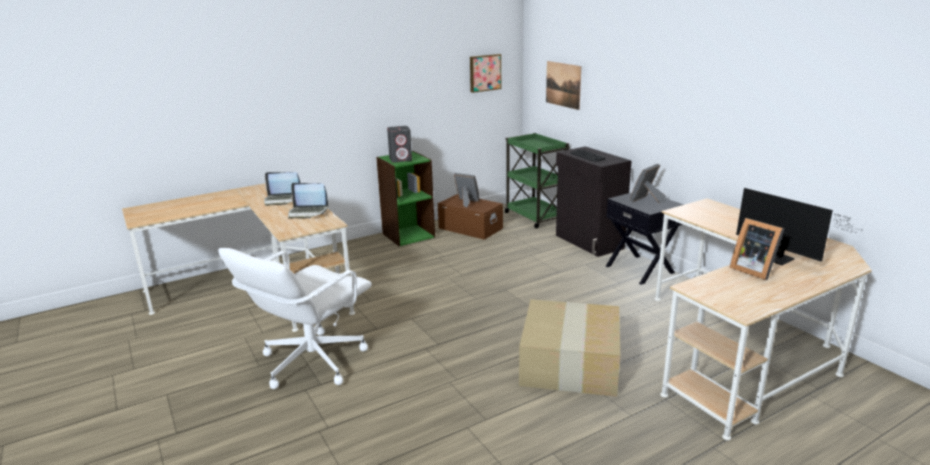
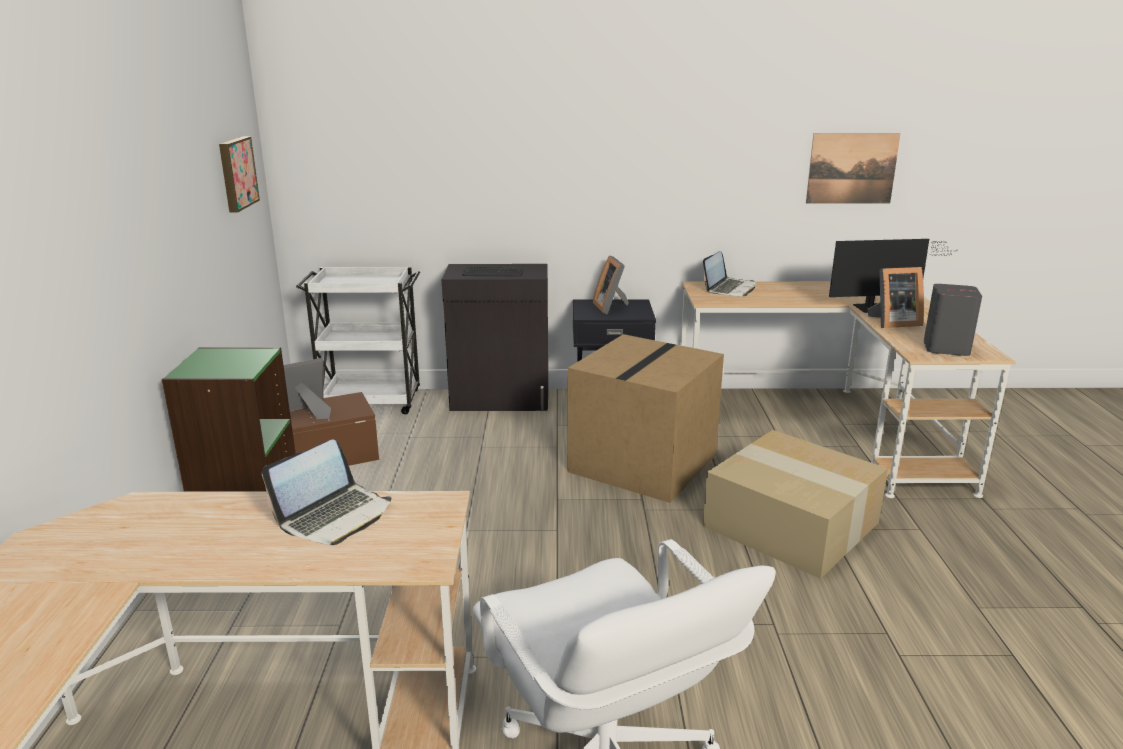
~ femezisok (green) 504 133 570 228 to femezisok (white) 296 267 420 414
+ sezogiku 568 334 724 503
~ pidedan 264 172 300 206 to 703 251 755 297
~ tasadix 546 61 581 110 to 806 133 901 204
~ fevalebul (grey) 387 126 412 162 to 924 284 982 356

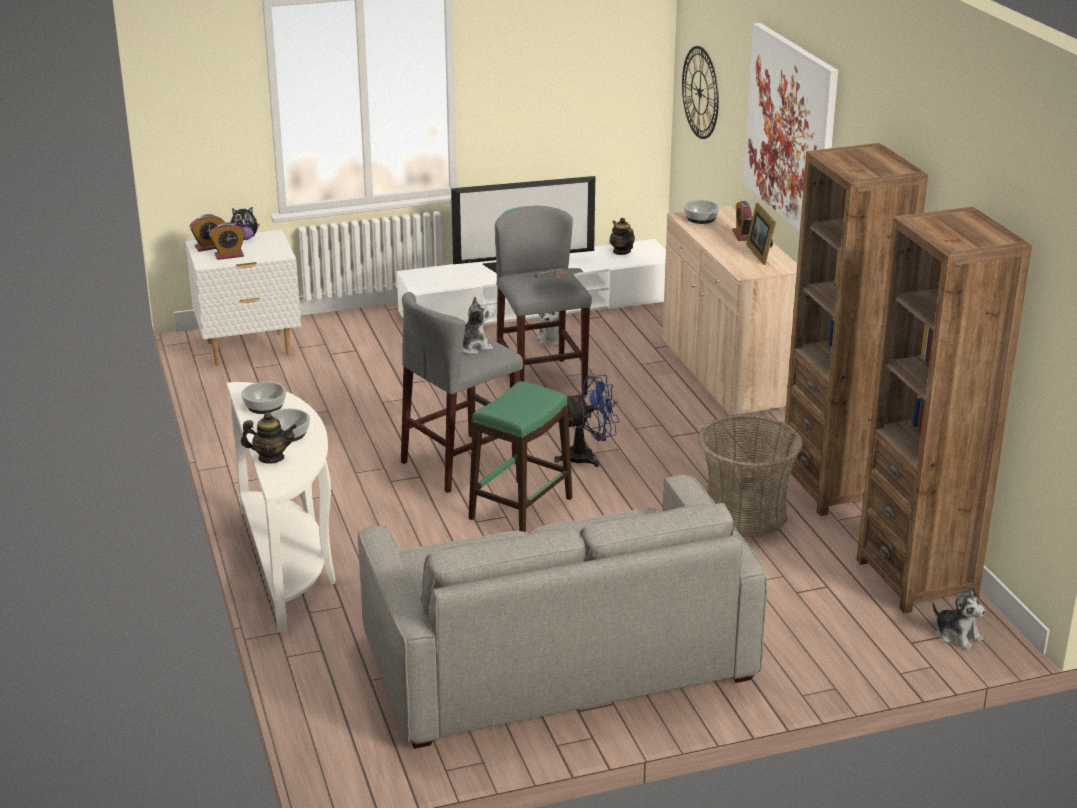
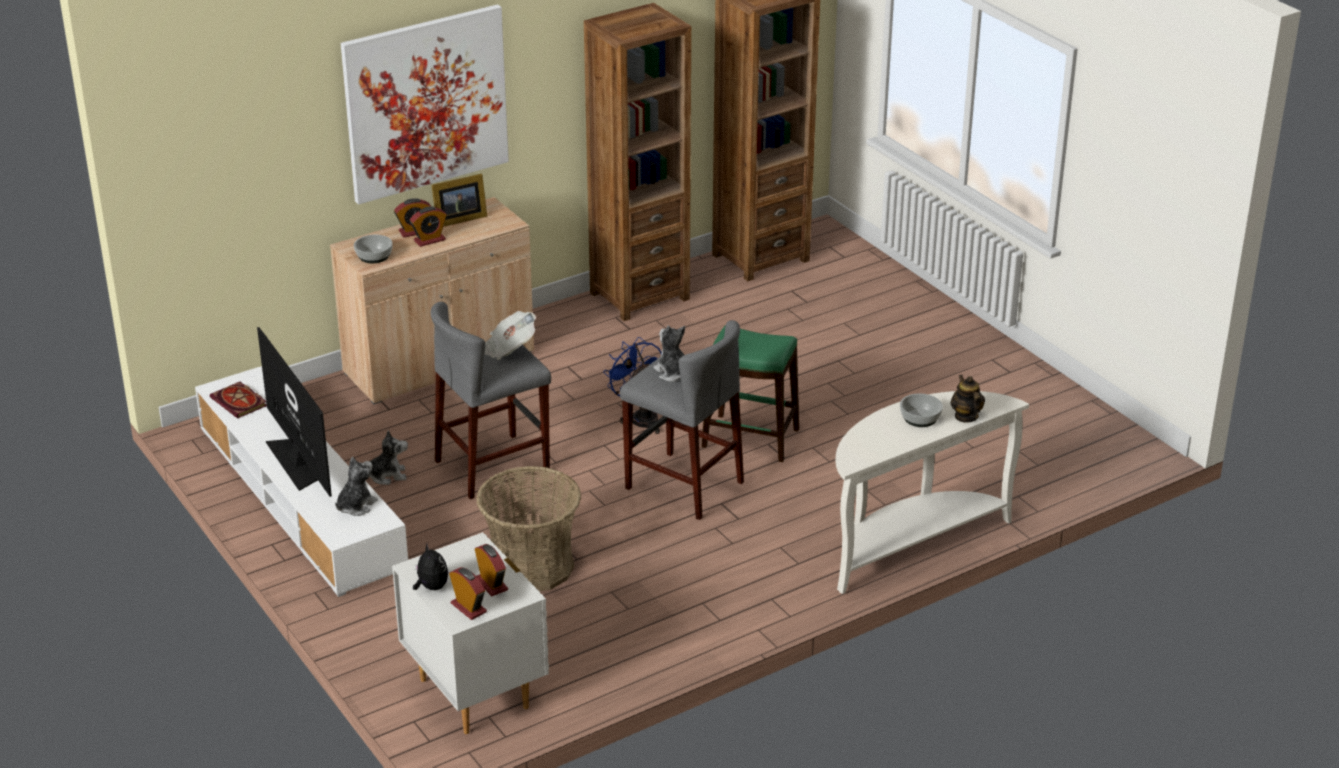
~ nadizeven 610 218 635 255 to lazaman 210 382 267 419
~ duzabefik 933 586 986 650 to 335 457 378 516
+ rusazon 410 207 447 247
~ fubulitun 698 415 803 537 to 476 466 581 591
- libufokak 241 382 286 414
- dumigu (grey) 358 474 767 749
- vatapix 682 46 719 139

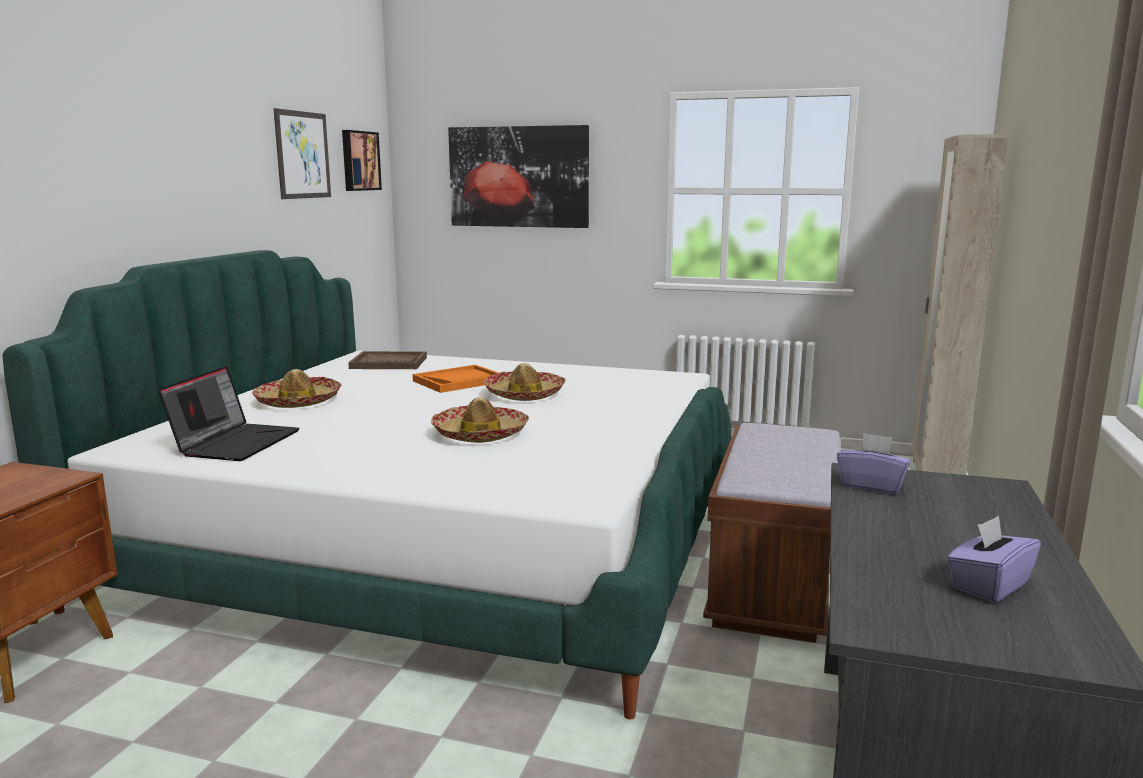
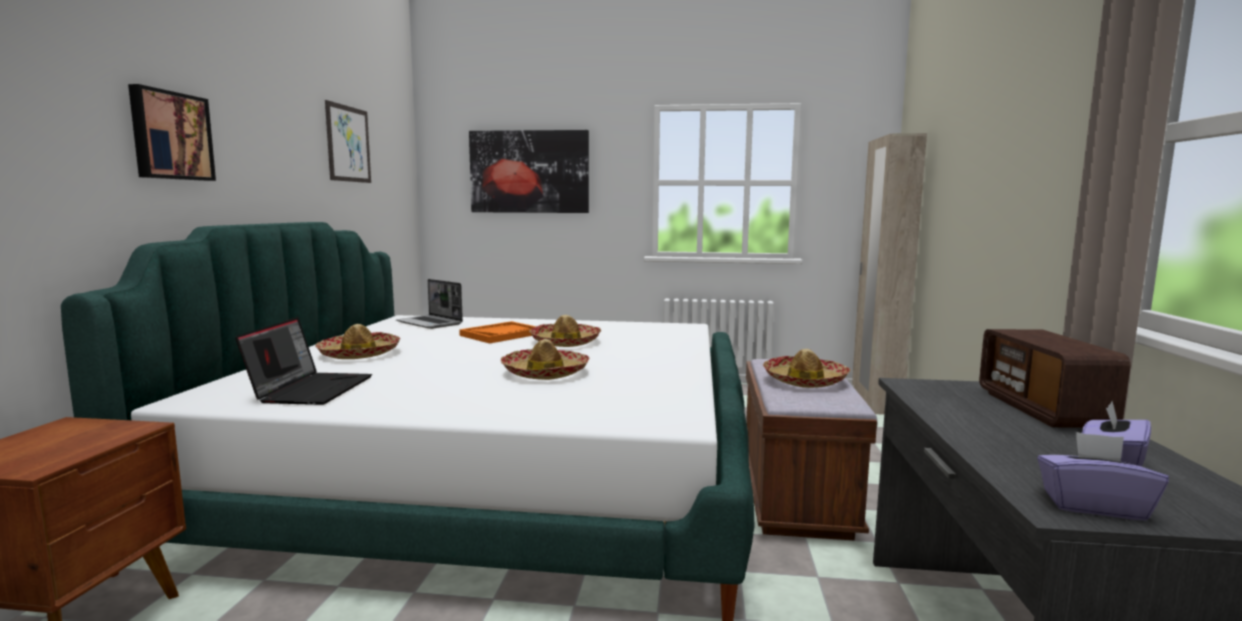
~ tasadix 342 130 382 191 to 128 84 216 181
~ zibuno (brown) 348 351 427 369 to pidedan 396 279 463 329
+ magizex 763 349 850 388
+ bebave 979 329 1131 428
~ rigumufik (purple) 837 433 911 494 to 1037 432 1169 521

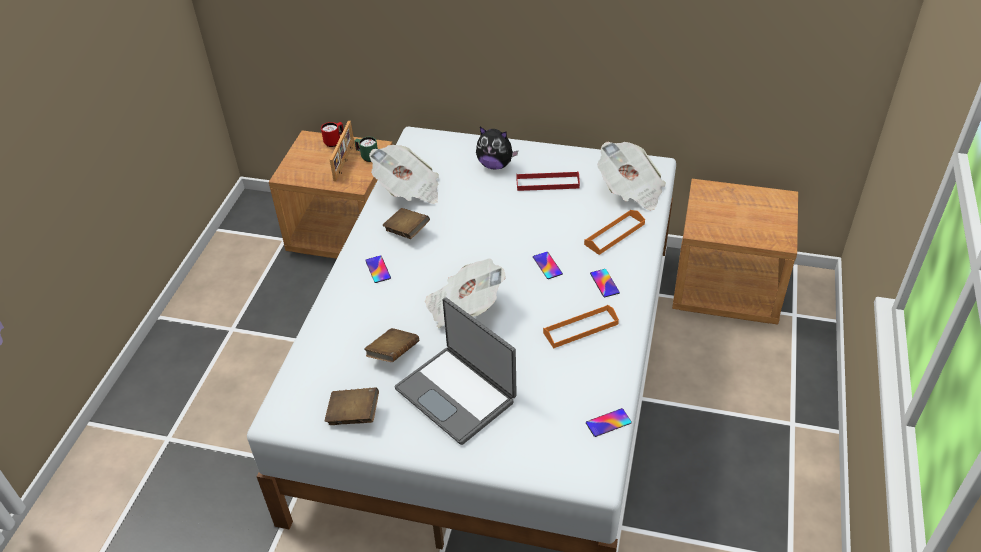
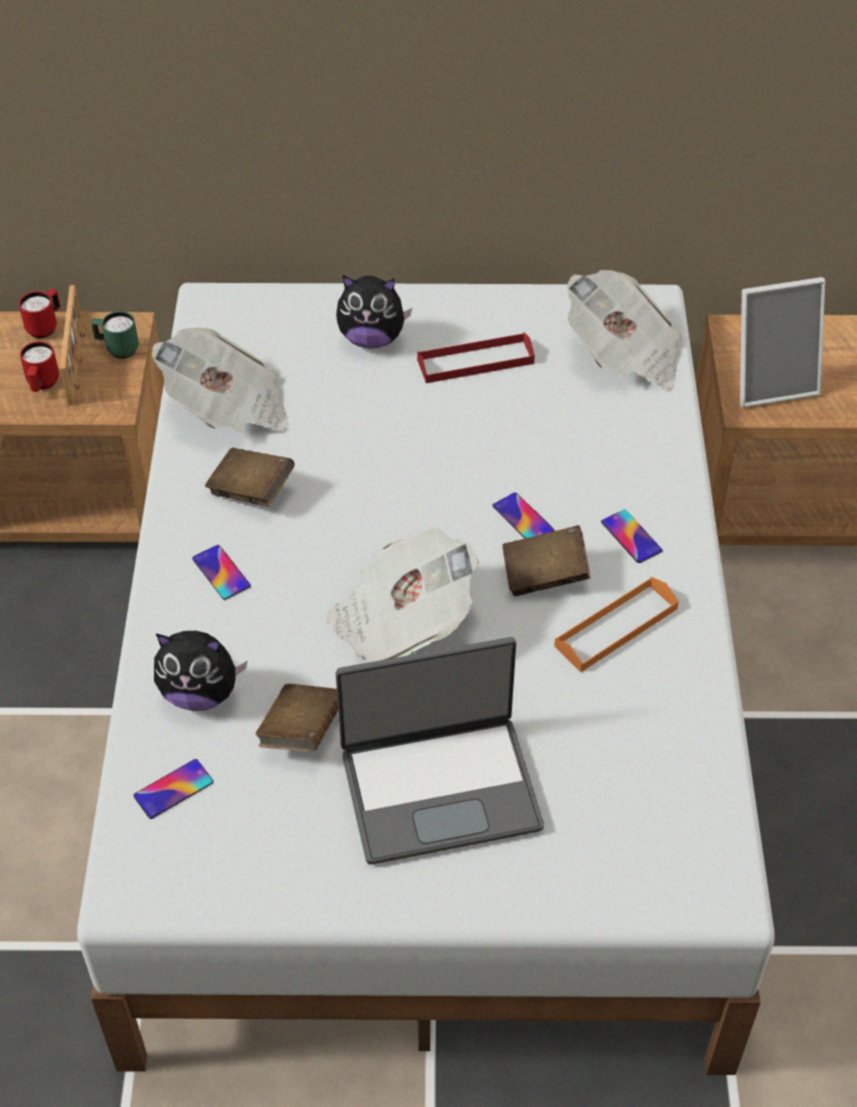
+ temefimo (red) 20 341 59 392
~ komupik 586 408 632 437 to 134 759 213 819
+ duzabefik 154 631 247 711
~ pidedan 395 298 517 445 = 335 637 544 865 45 degrees counterclockwise
~ lazaman (brown) 325 387 379 425 to 502 525 590 596
+ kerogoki 740 277 825 408
- zibuno (orange) 584 210 645 255

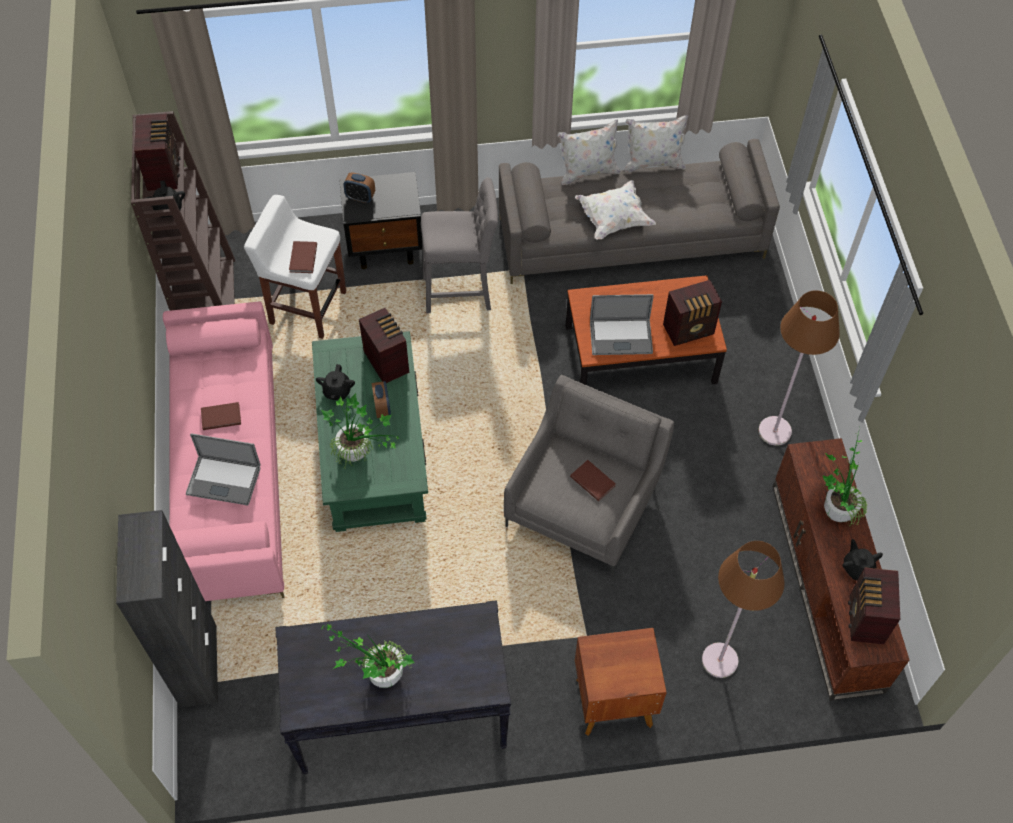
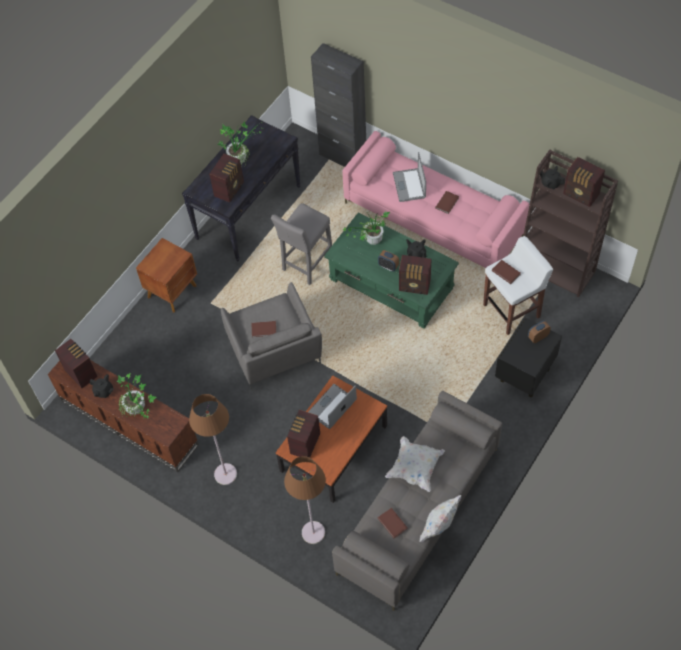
+ bebave 209 153 244 203
~ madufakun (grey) 421 177 498 313 to 271 203 332 285
~ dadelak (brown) 702 541 785 678 to 284 456 326 544
+ lazaman (brown) 378 508 408 539
~ pidedan 186 433 260 505 = 393 152 426 202 60 degrees counterclockwise
- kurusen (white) 558 119 620 185

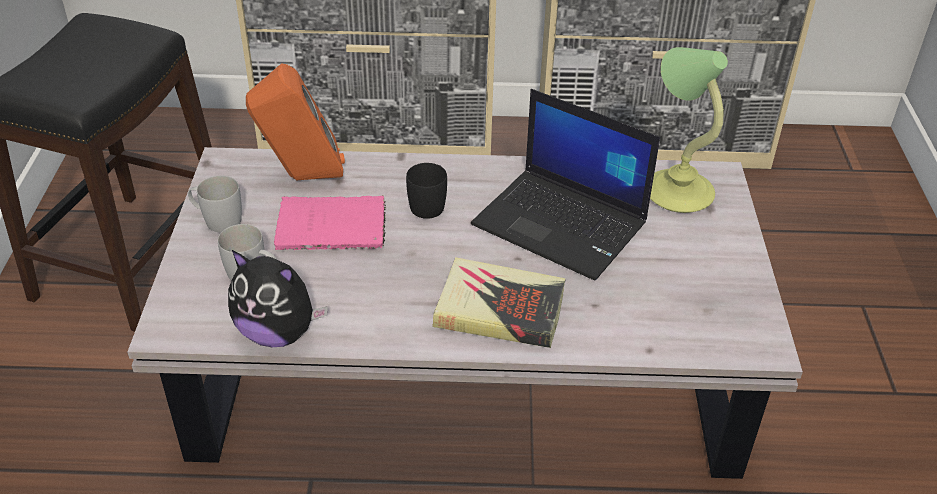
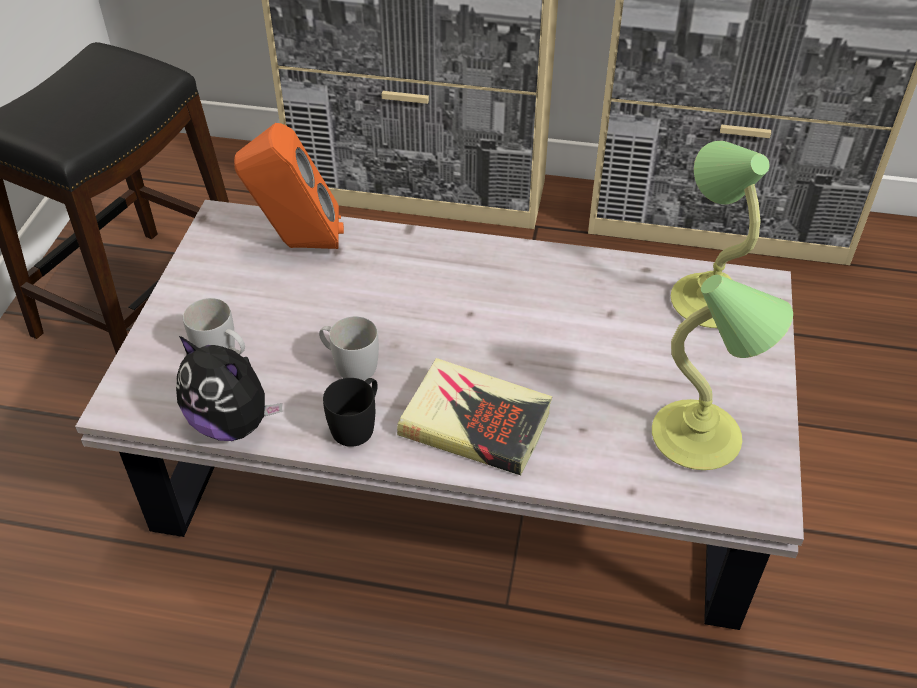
~ temefimo (white) 188 176 242 232 to 319 316 379 381
~ temefimo (black) 406 163 447 219 to 323 378 378 447
+ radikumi 652 275 793 470
- lazaman (pink) 274 195 386 250
- pidedan 471 89 660 281

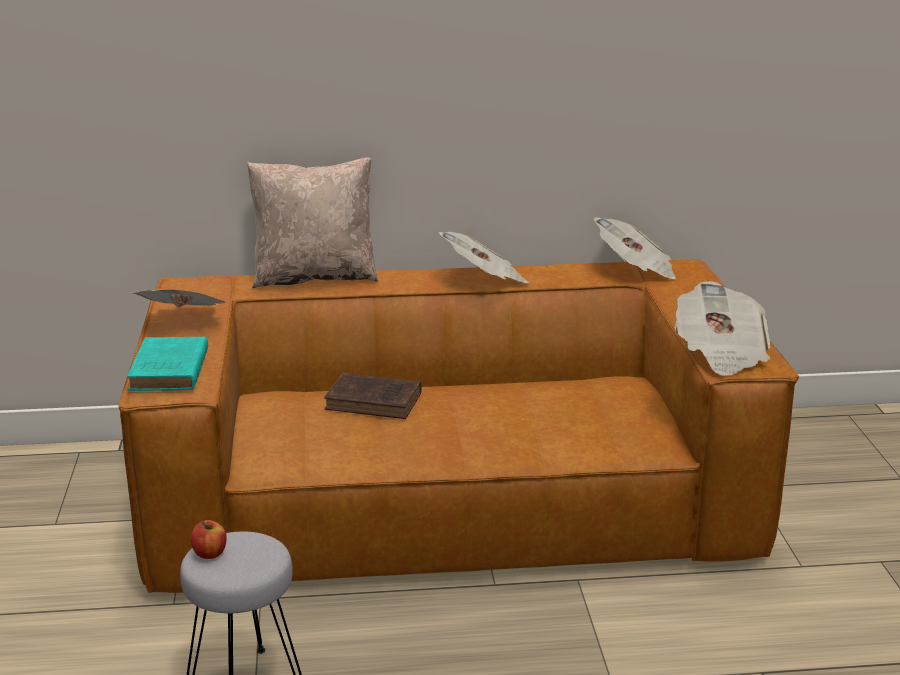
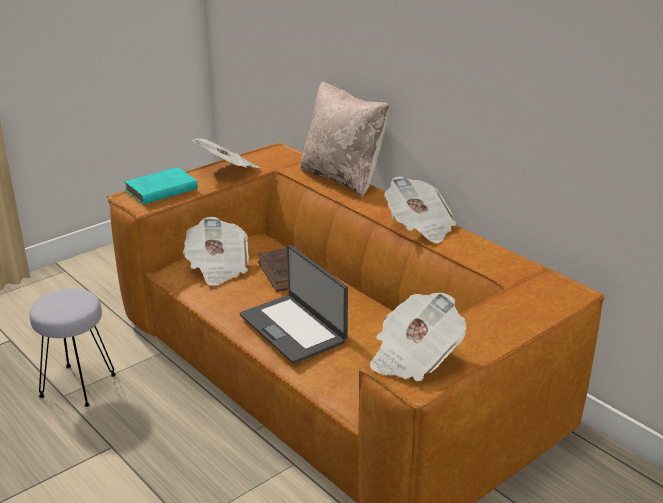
~ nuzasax 594 217 676 279 to 183 217 249 286
+ pidedan 240 245 348 364
- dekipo 191 520 227 559

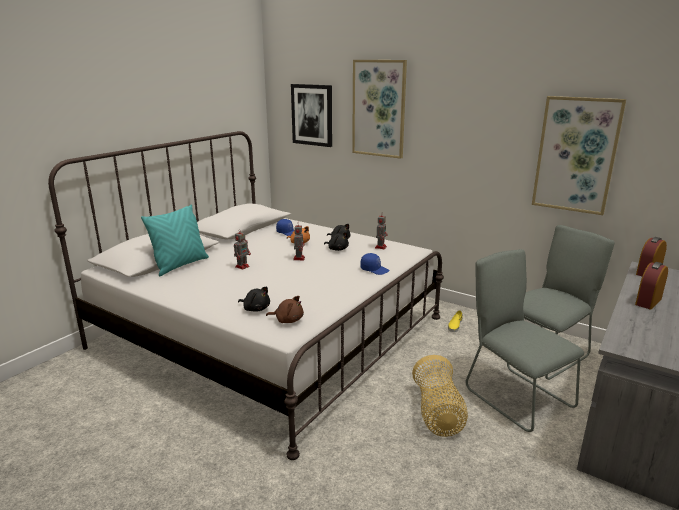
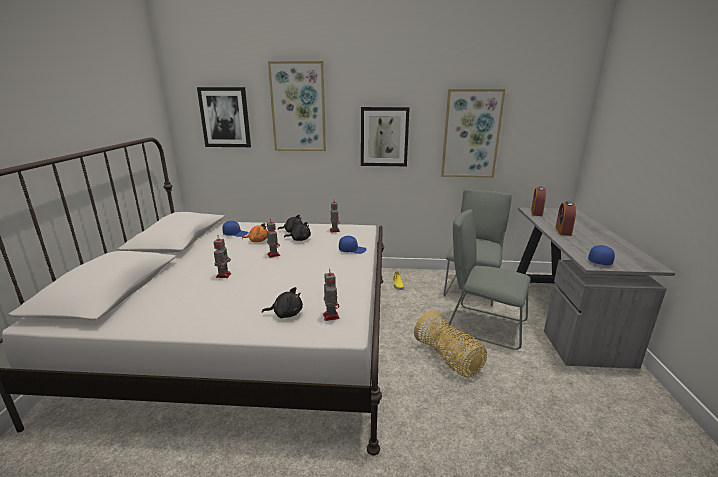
~ duzabefik (brown) 266 296 304 323 to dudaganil 323 269 339 321
+ tasadix 361 107 410 166
+ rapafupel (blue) 588 245 615 265
- kurusen (turquoise) 141 204 209 276

